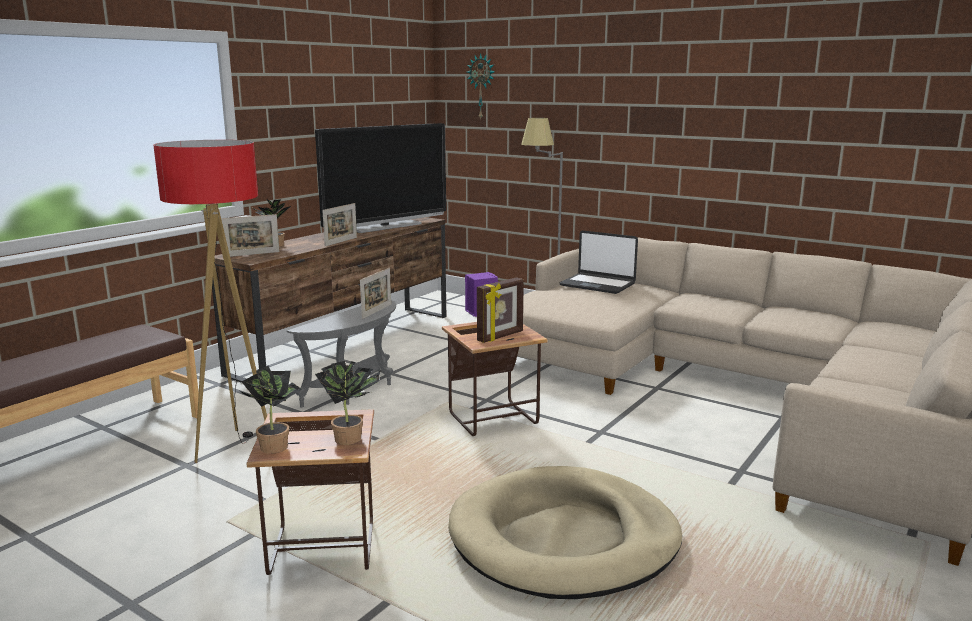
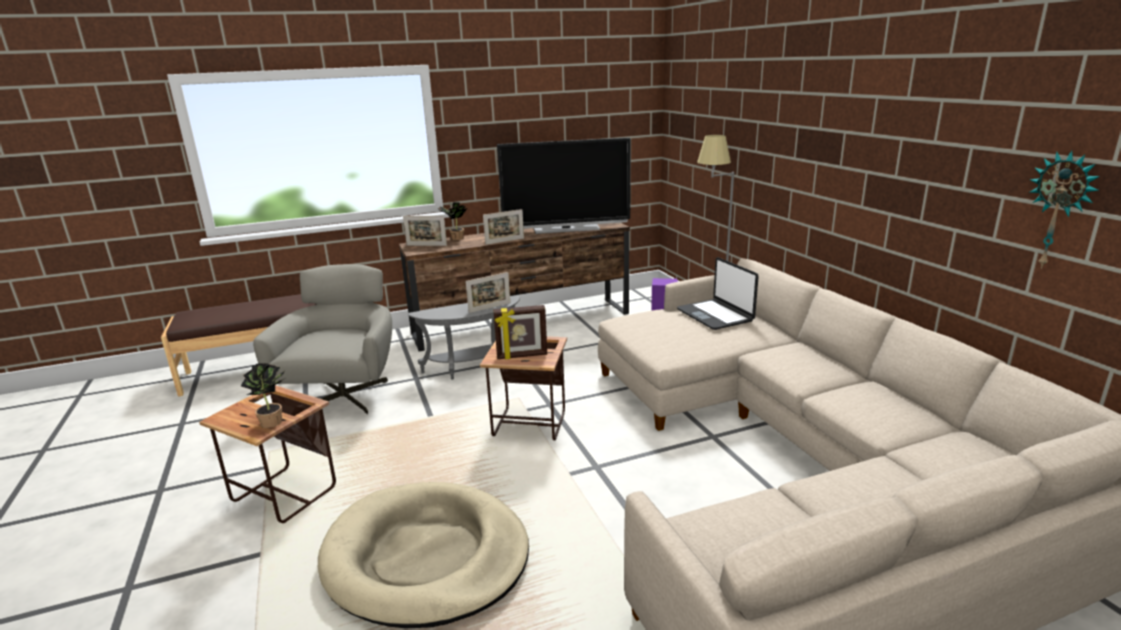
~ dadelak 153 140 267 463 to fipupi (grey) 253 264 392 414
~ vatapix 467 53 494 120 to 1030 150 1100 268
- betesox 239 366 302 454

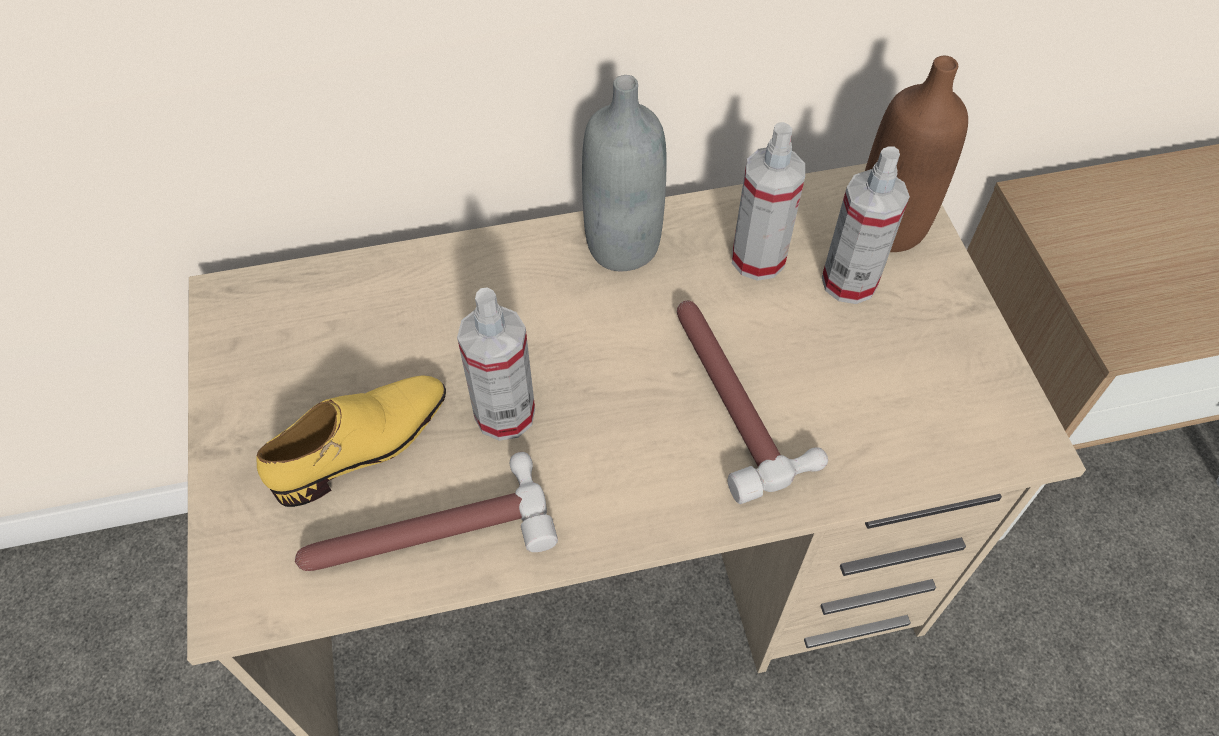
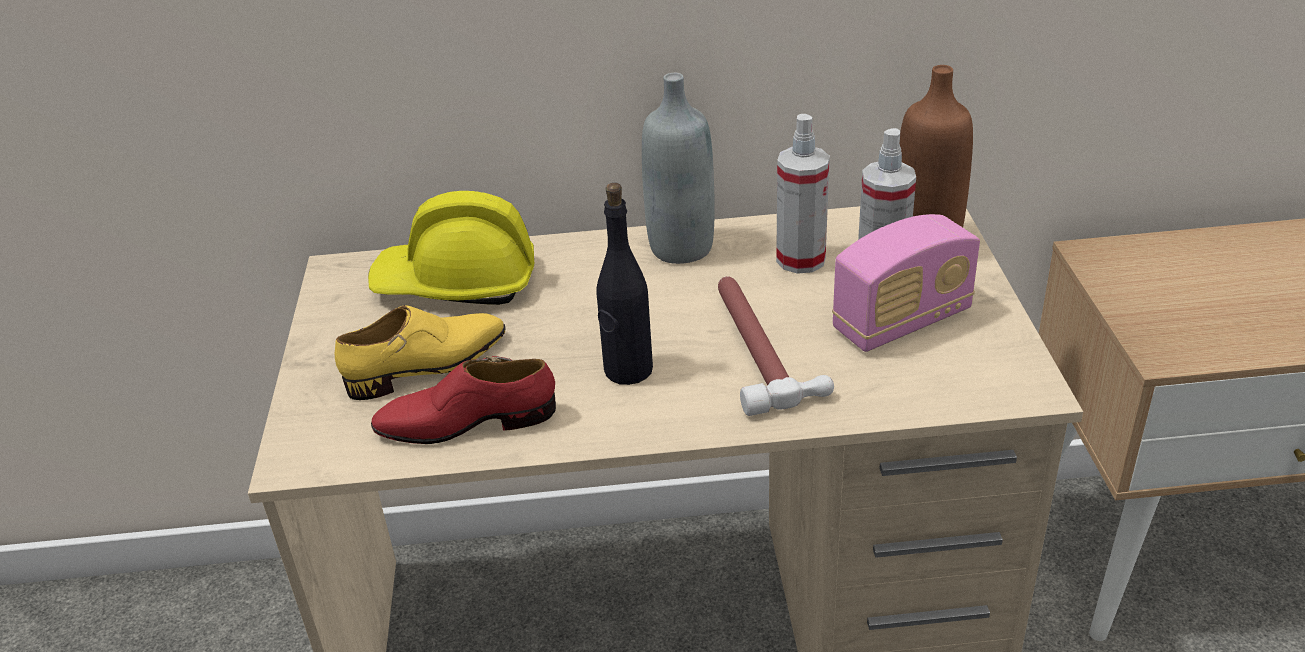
+ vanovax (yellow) 368 191 534 305
~ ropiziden 295 452 558 571 to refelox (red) 371 356 556 444
+ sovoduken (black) 597 183 653 385
+ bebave 832 214 980 352
- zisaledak 457 287 535 441

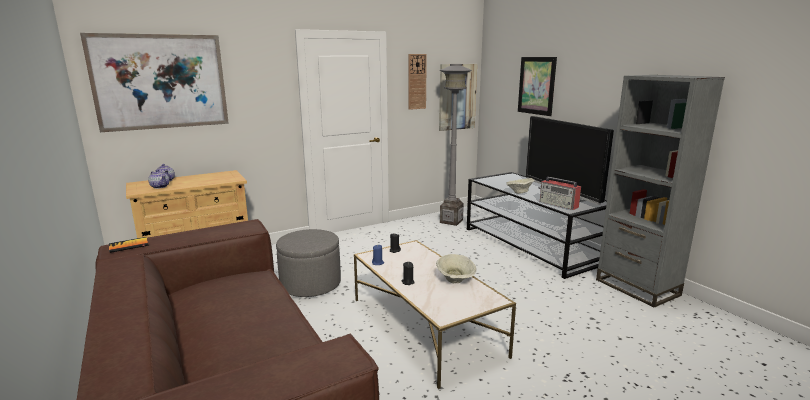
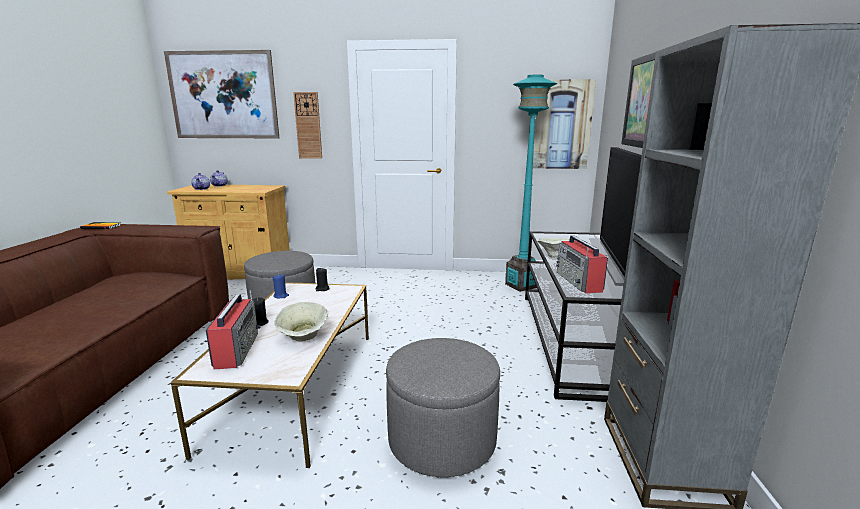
+ bebave 206 290 261 369
~ vatapix 409 54 427 110 to 293 92 322 159
+ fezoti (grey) 386 338 500 477
~ dadelak (grey) 440 64 472 226 to dadelak (turquoise) 505 74 557 292

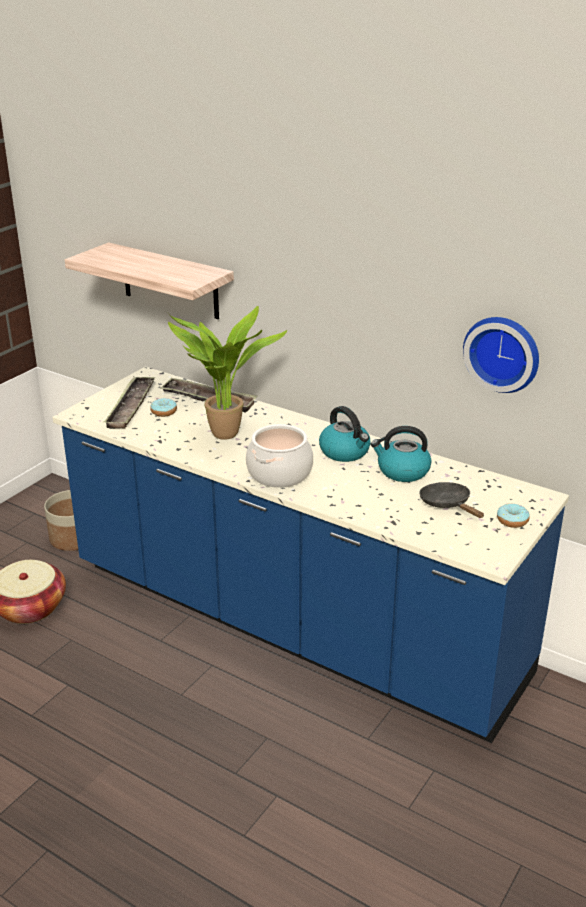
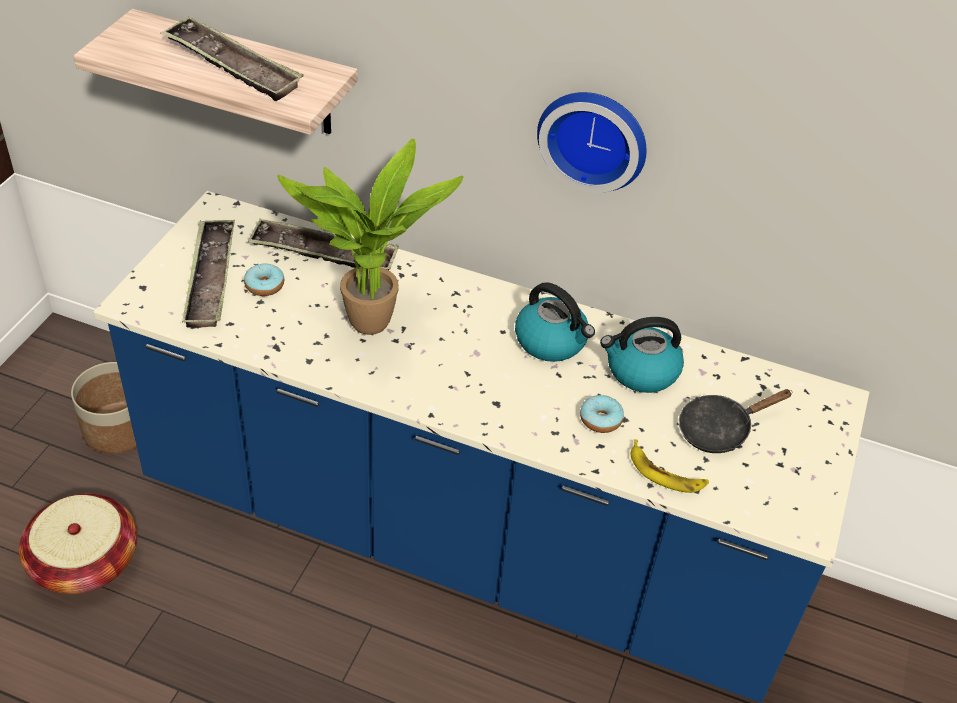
+ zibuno 161 16 304 101
~ vatapix 463 317 539 393 to 537 92 647 193
~ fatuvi 497 504 530 528 to 580 395 624 433
+ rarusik 631 439 709 493
~ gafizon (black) 419 482 484 518 = 679 389 793 453 75 degrees counterclockwise
- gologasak 246 424 313 488

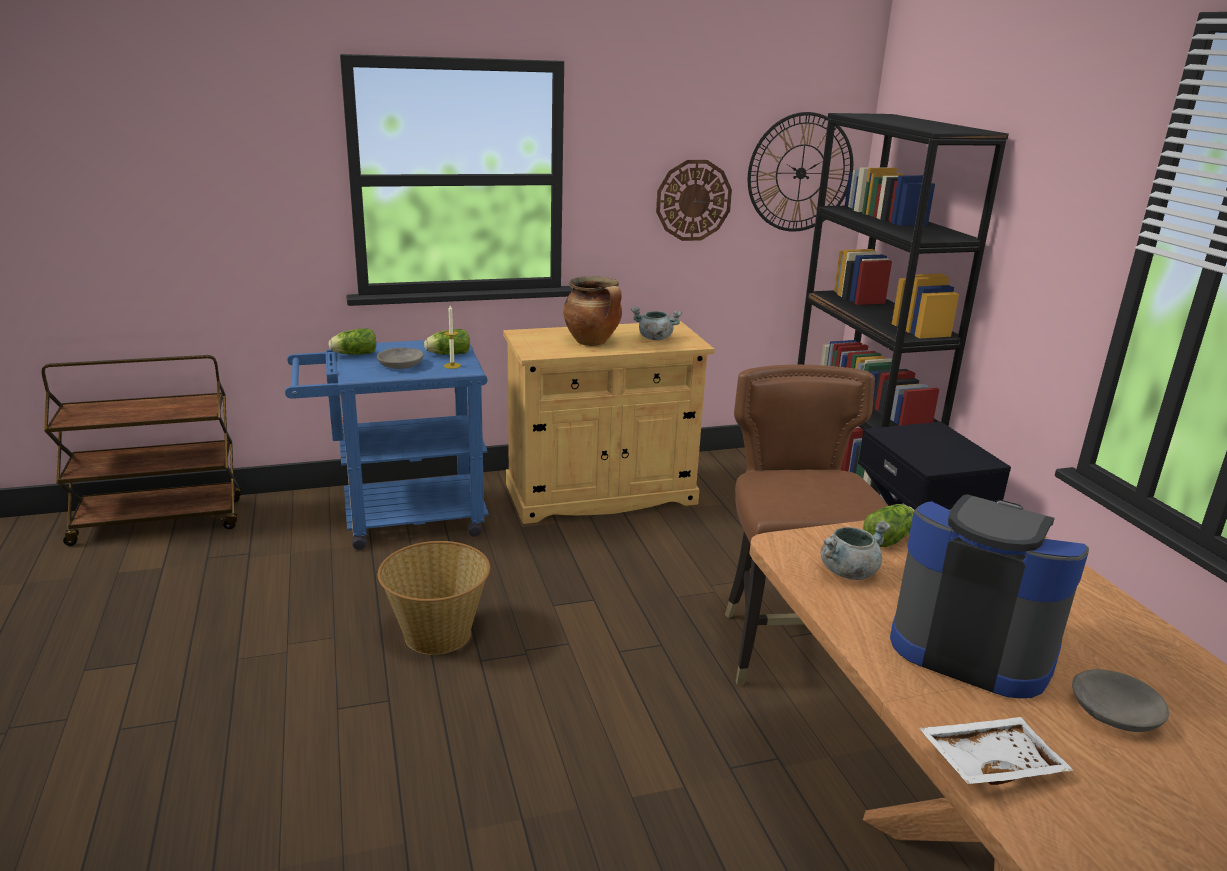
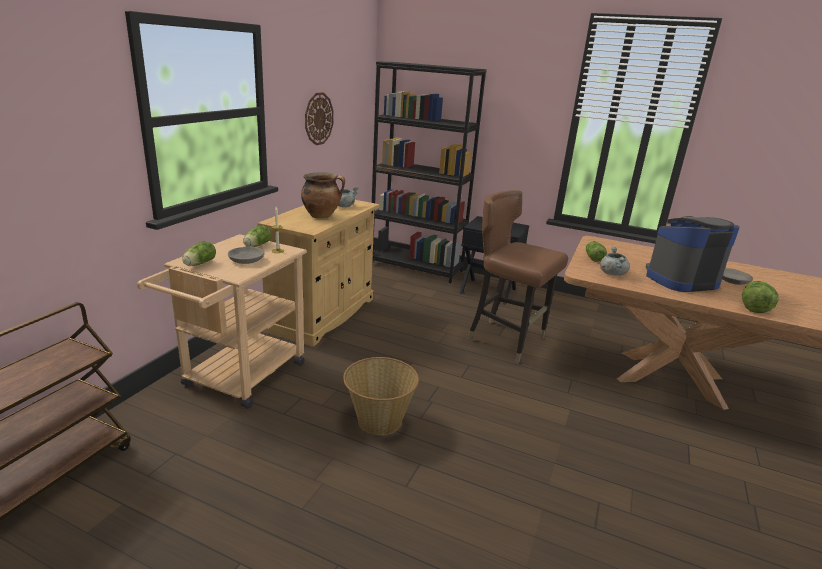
~ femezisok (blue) 285 340 489 550 to femezisok (beige) 137 234 307 409
~ zibuno (white) 919 717 1074 785 to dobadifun 742 281 779 313
- vatapix 748 112 853 232

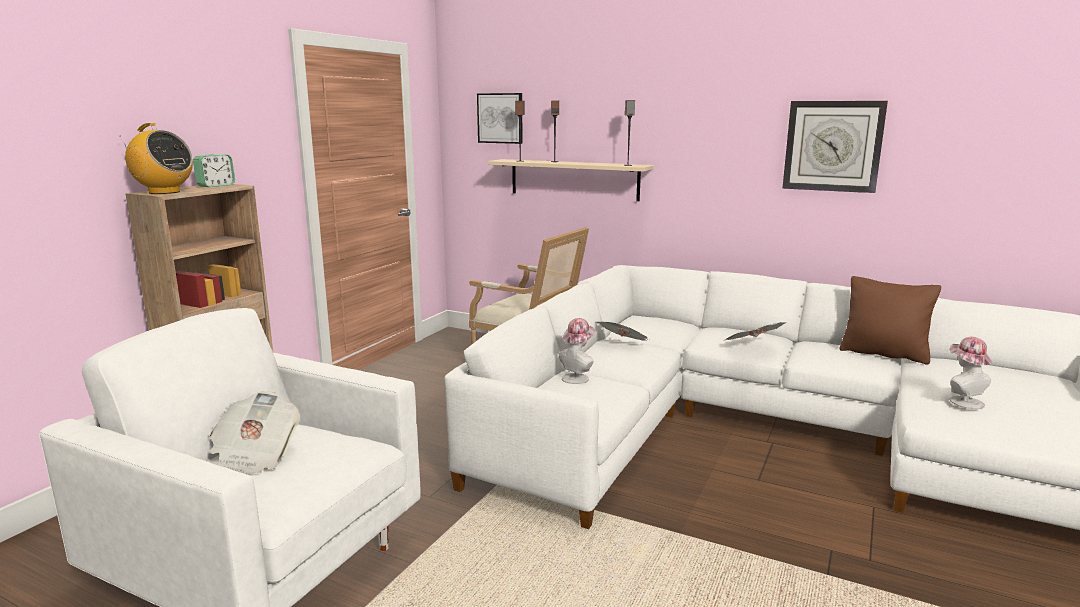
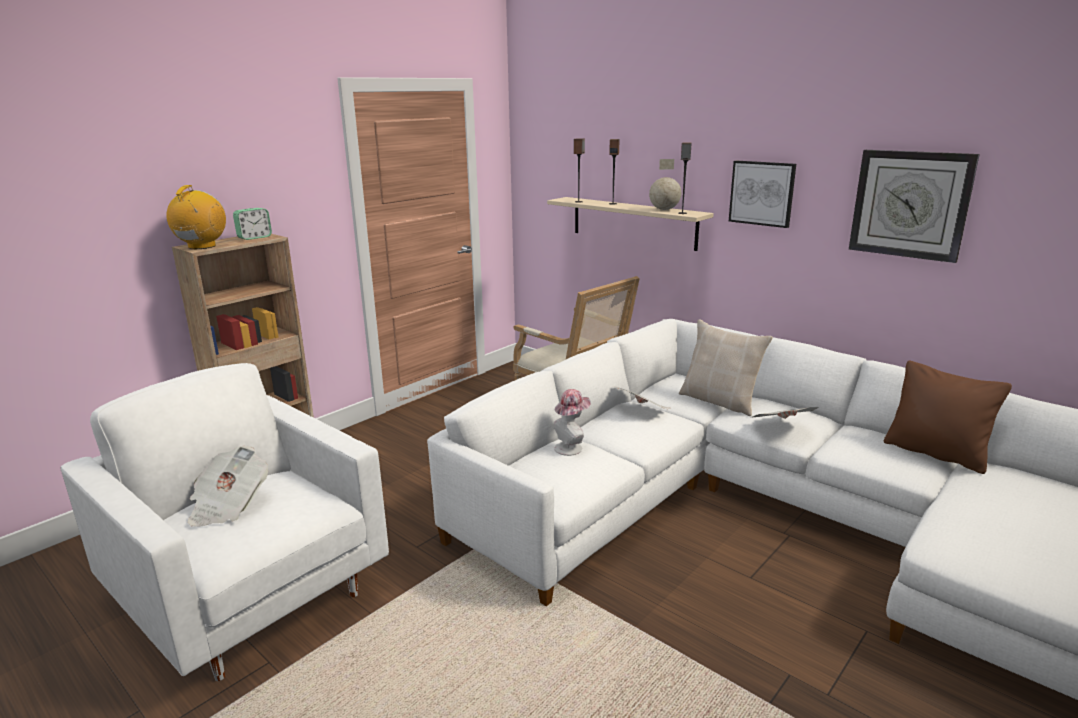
~ bebave 120 123 193 194 = 166 185 226 249 120 degrees counterclockwise
+ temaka 649 159 681 210
+ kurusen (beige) 679 319 773 416
~ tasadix 477 93 523 144 to 729 161 796 228
- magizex 949 337 993 409

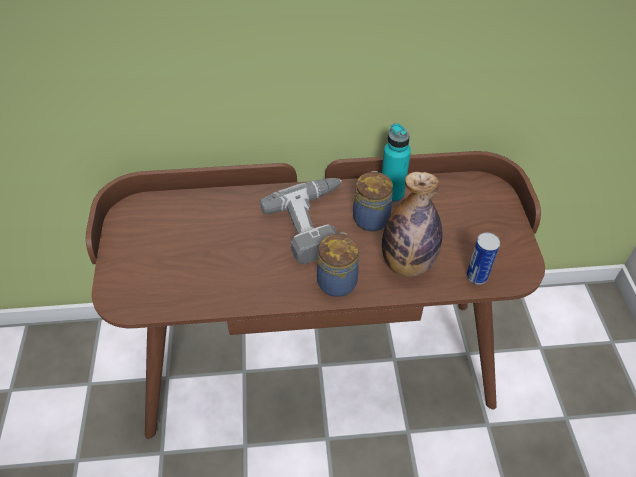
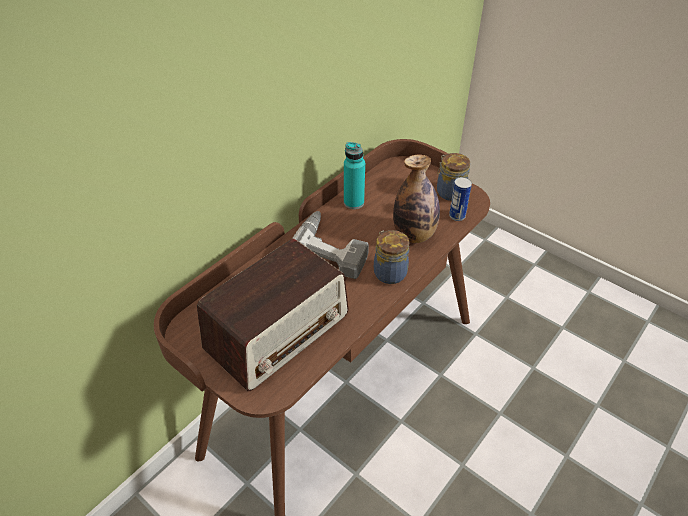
+ bebave 197 239 348 391
~ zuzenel 353 171 393 231 to 437 153 470 201

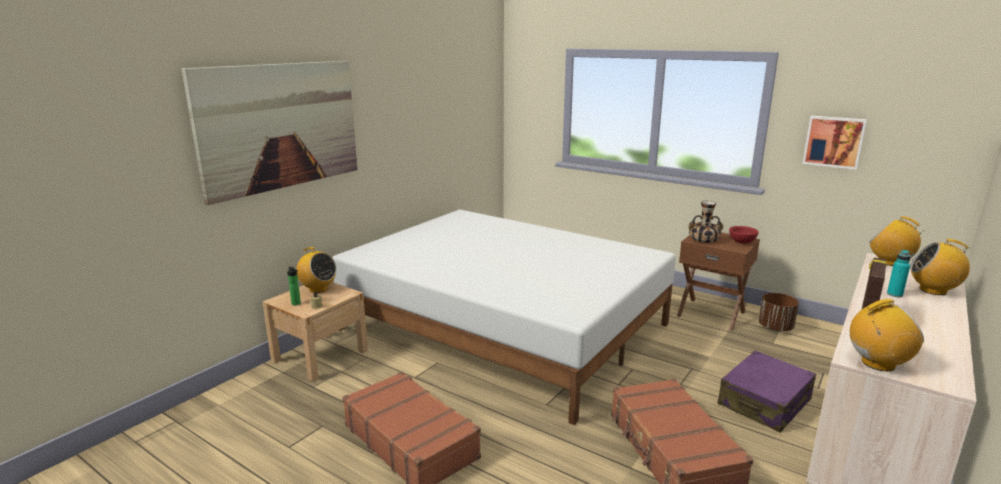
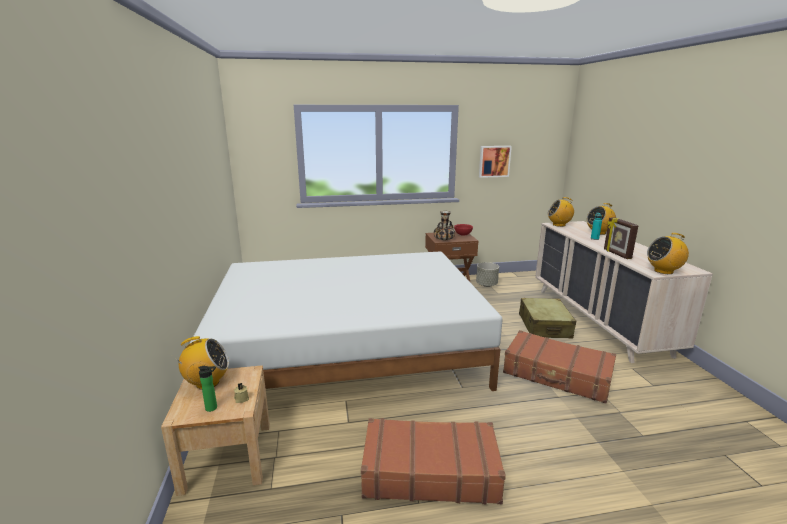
~ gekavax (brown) 759 293 799 332 to gekavax (grey) 476 262 499 287
~ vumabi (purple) 718 351 816 433 to vumabi (beige) 519 298 576 339
~ bebave 850 299 924 371 = 647 233 689 274 135 degrees counterclockwise
- tasadix 181 61 357 205

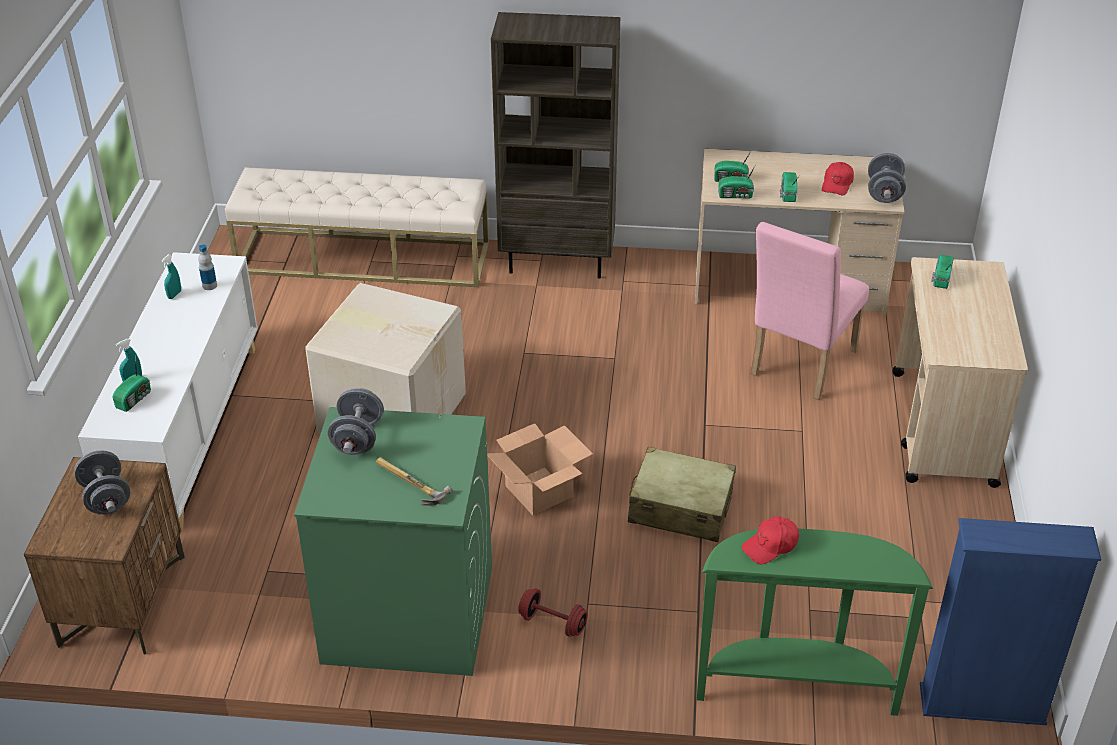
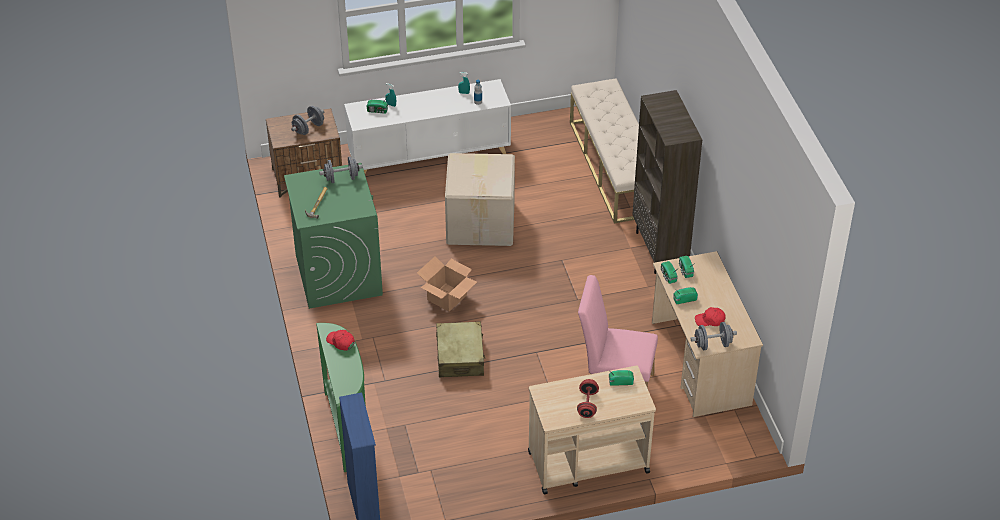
~ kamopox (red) 518 588 588 637 to 577 379 599 418

